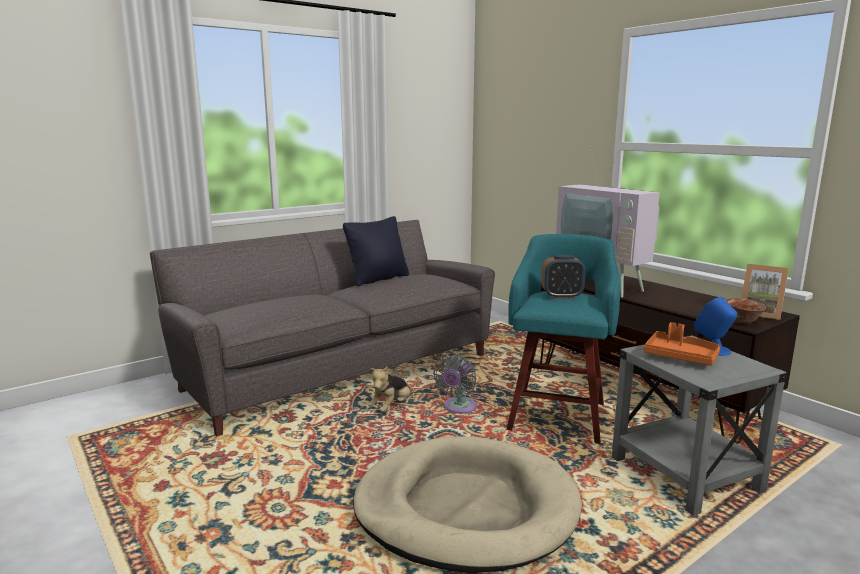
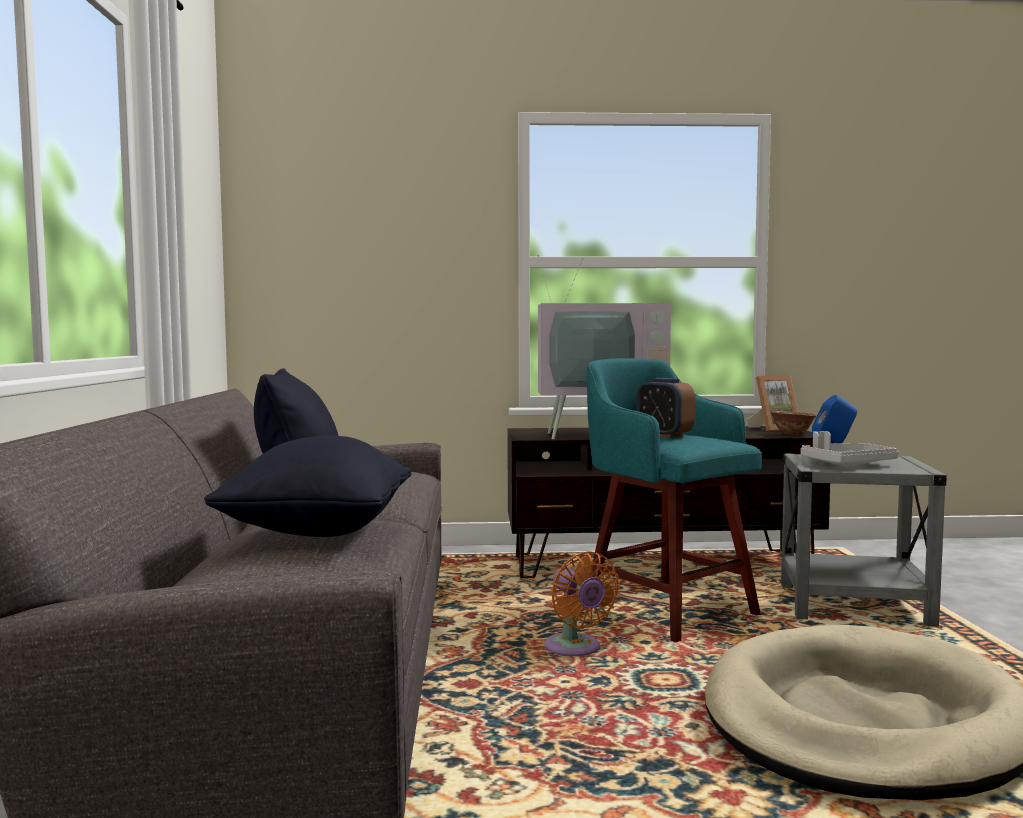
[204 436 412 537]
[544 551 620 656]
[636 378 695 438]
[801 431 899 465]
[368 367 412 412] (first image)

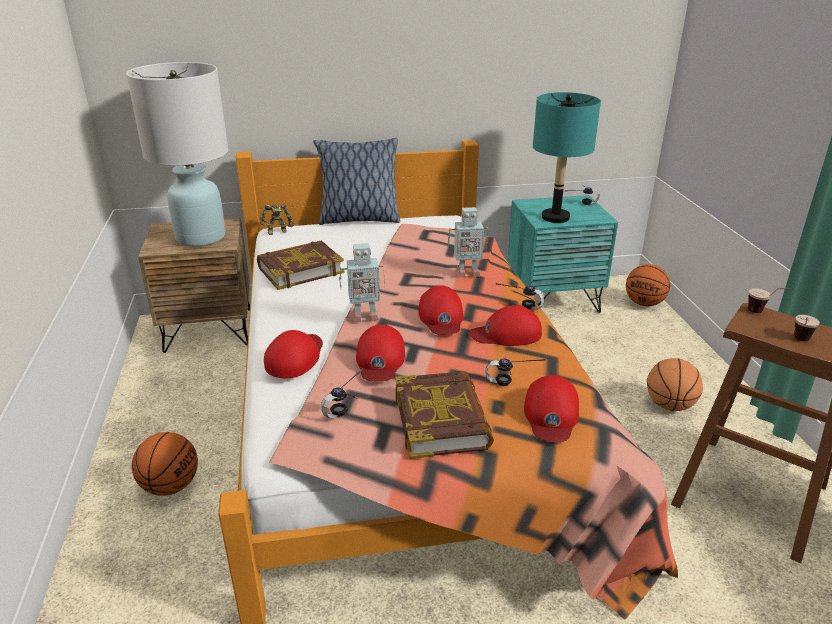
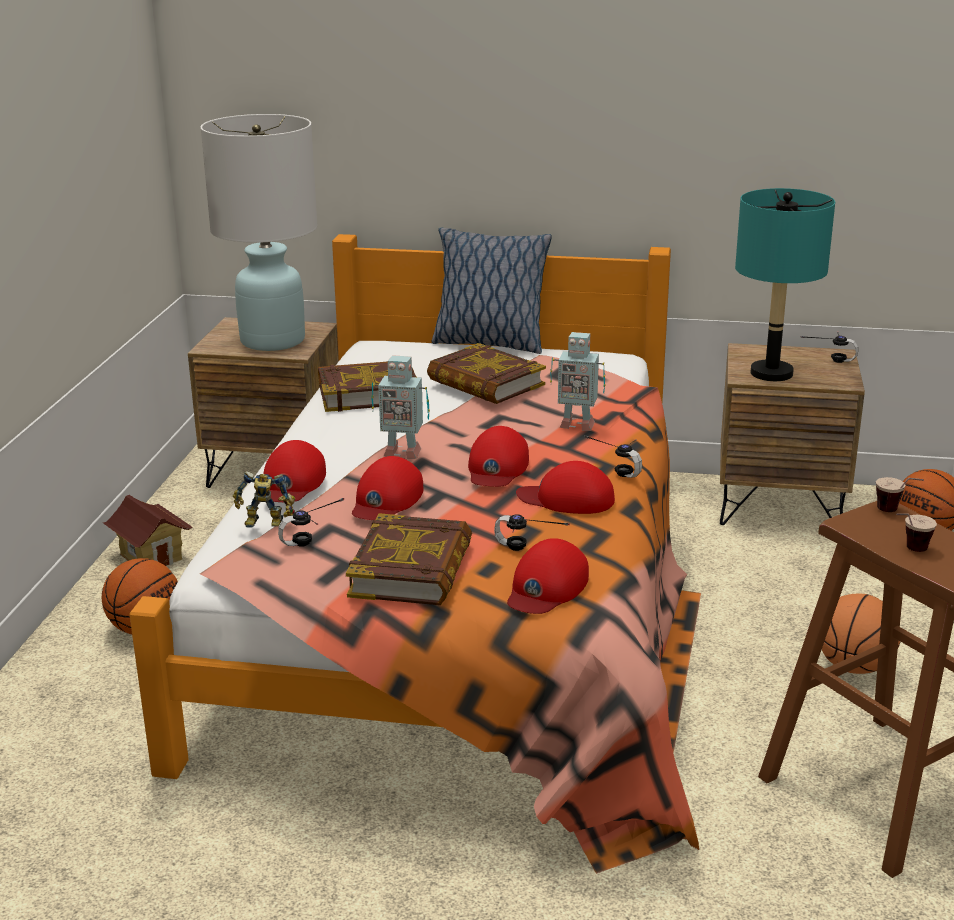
[103 495 193 566]
[233 471 295 528]
[263 440 326 502]
[427 343 546 404]
[720 343 865 525]

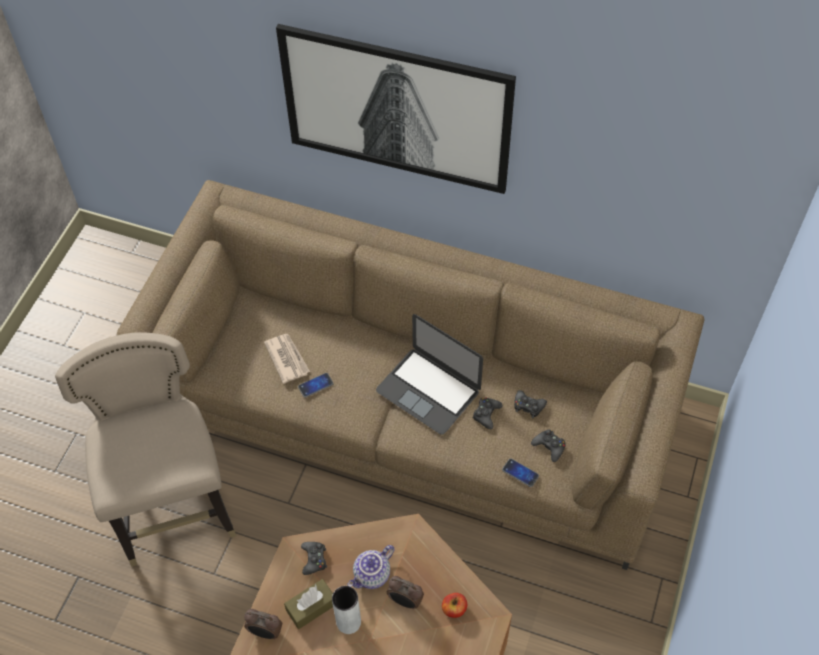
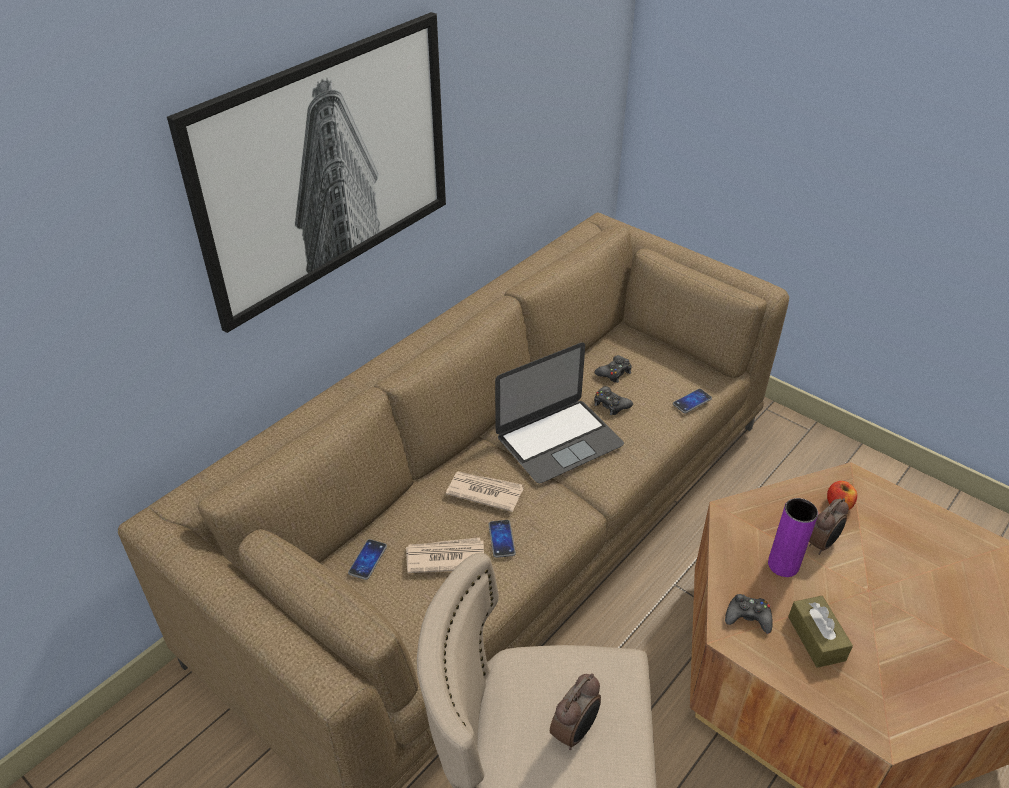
[348 539 387 580]
[446 471 524 512]
[550 673 601 750]
[768 498 818 577]
[332 586 361 634] (first image)
[531 429 566 462] (first image)

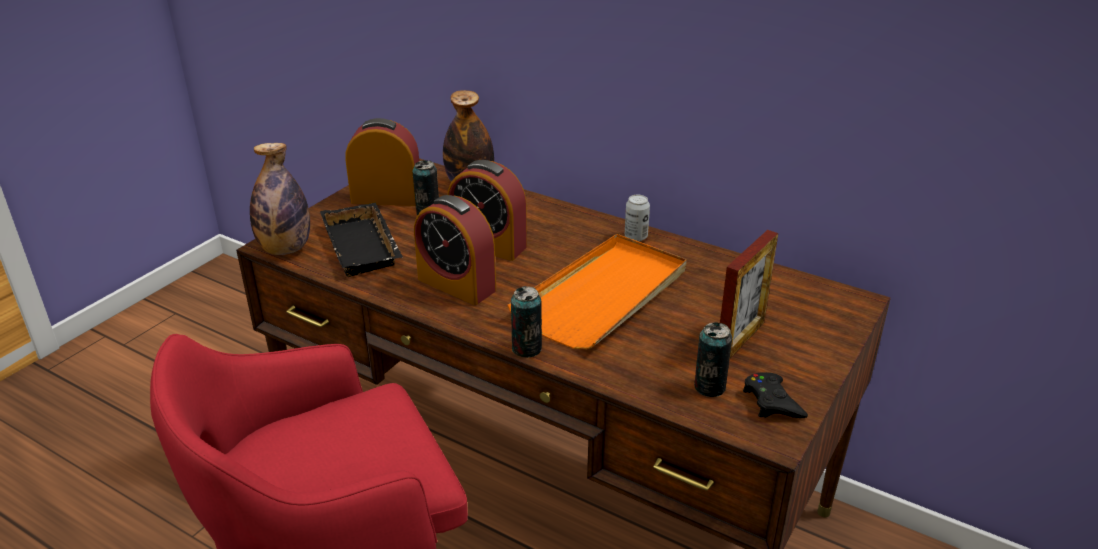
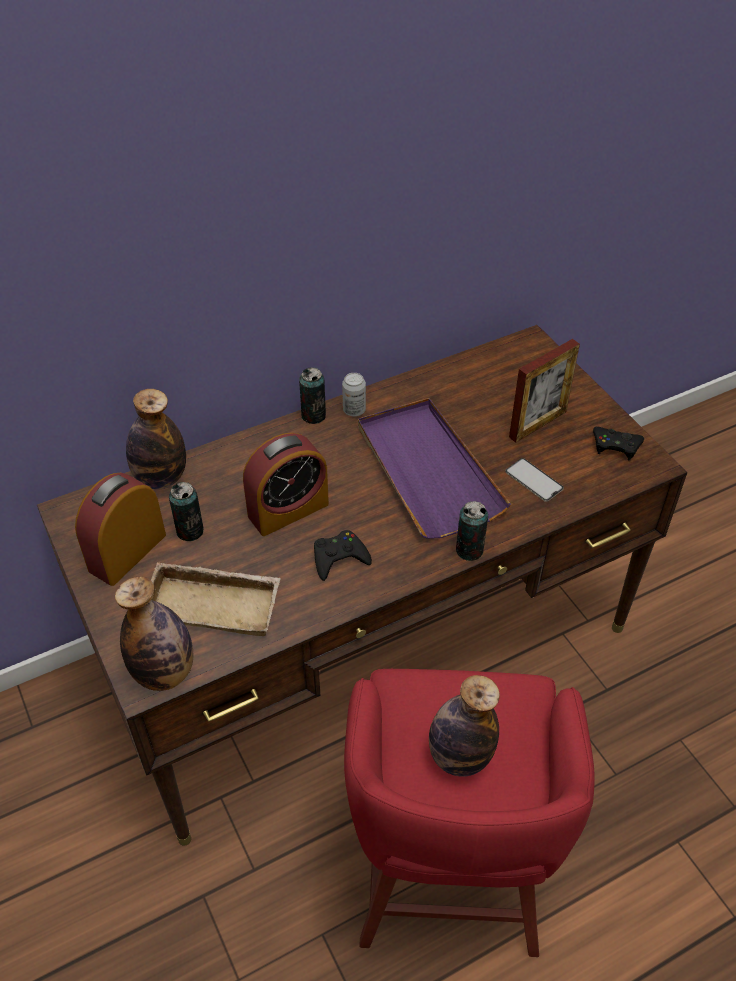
[151 562 281 636]
[299 367 326 424]
[314 530 372 581]
[358 398 511 539]
[429 675 500 777]
[505 458 564 502]
[509 339 580 443]

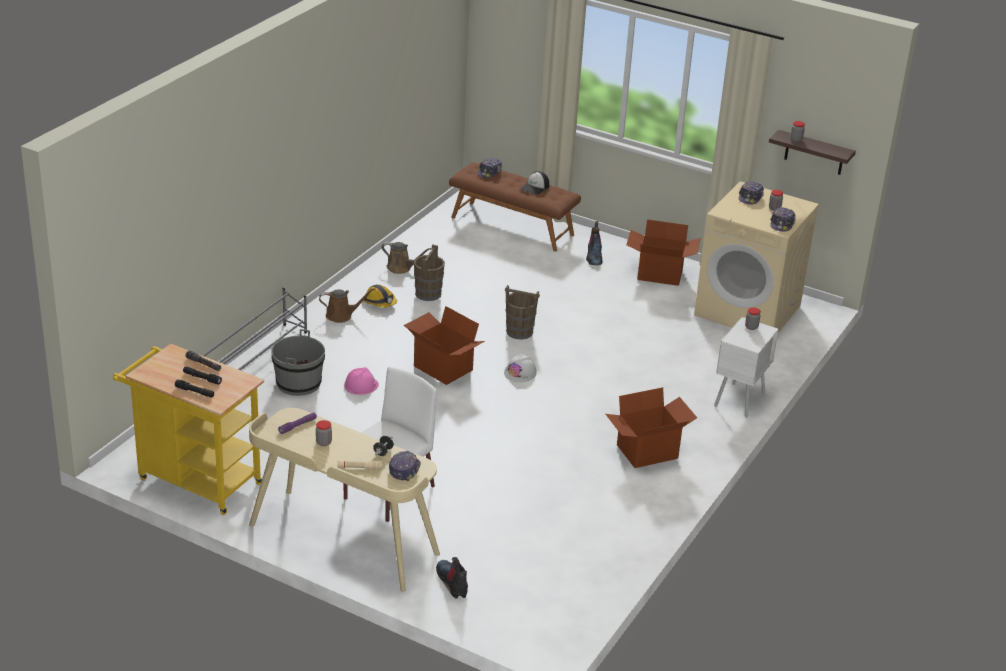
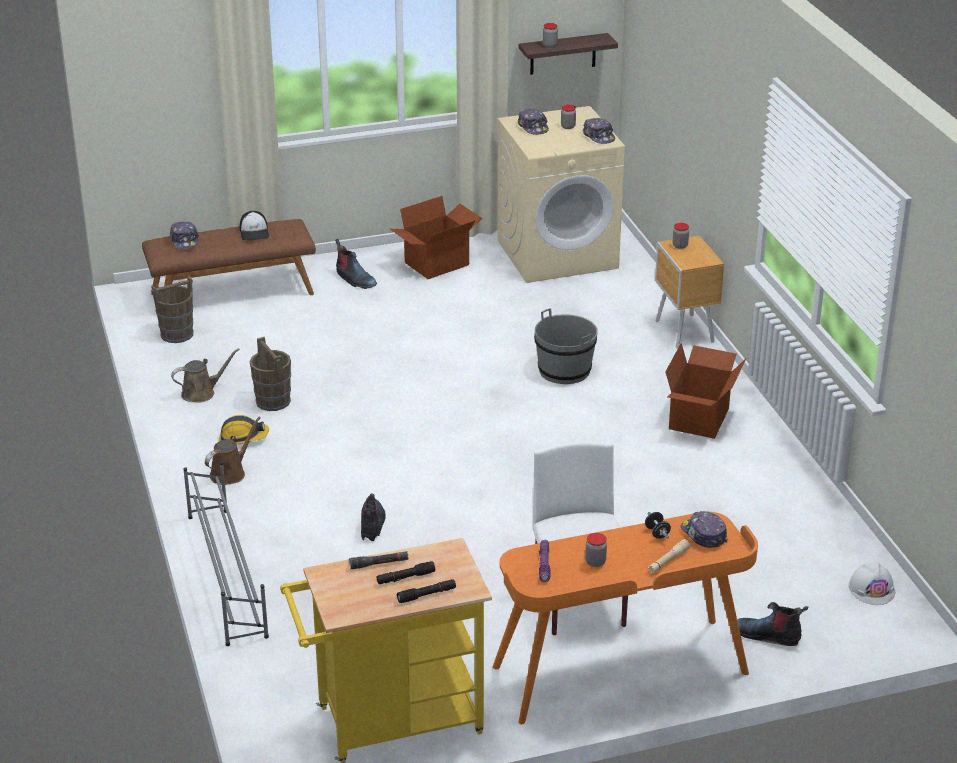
[151 276 193 343]
[361 493 386 541]
[493 512 758 724]
[534 308 598 384]
[655 236 724 349]
[849 562 895 605]
[404 306 485 385] (first image)

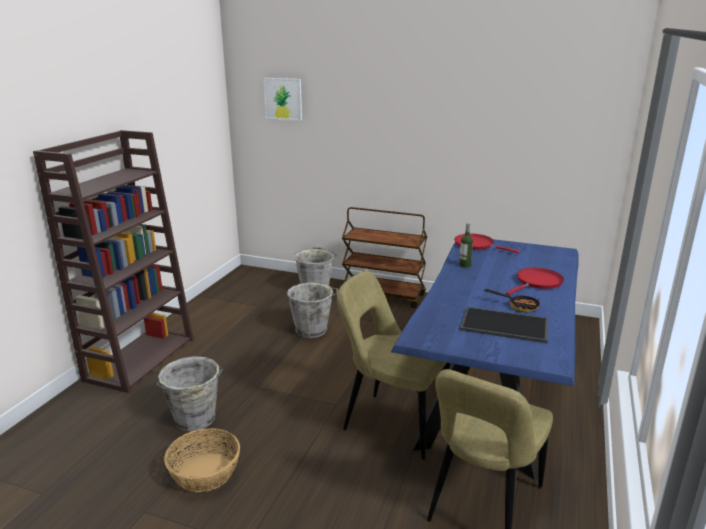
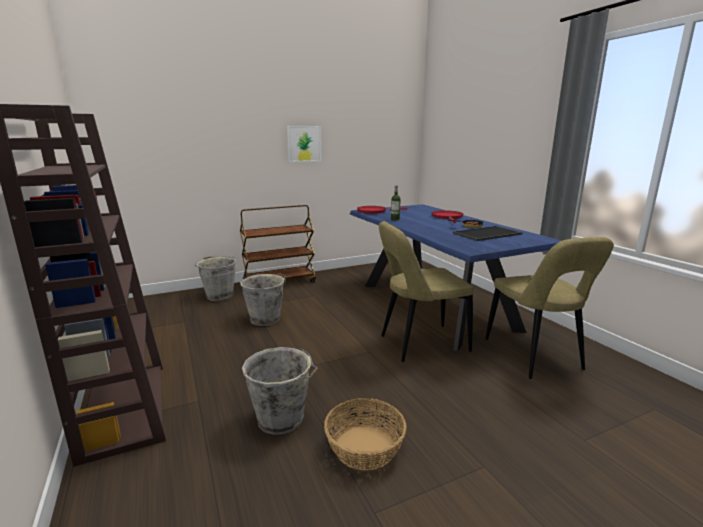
[287 126 321 162]

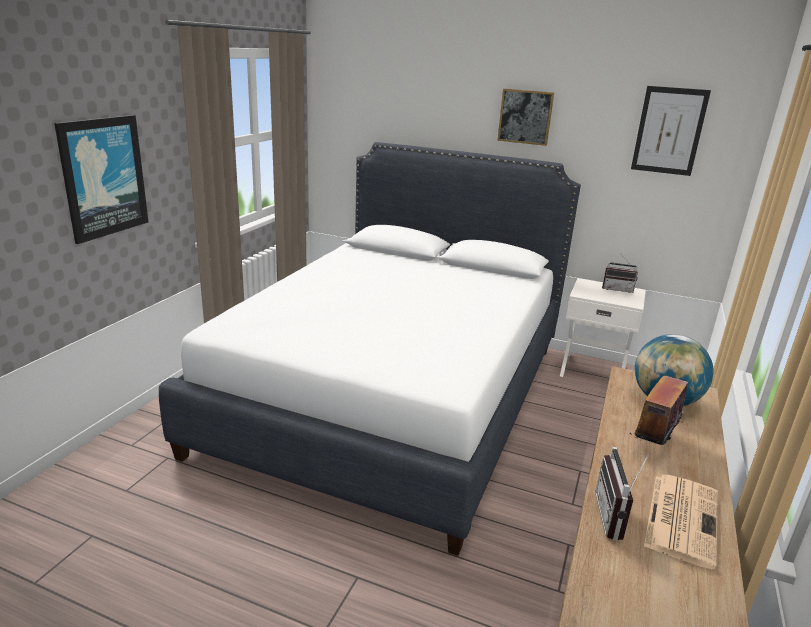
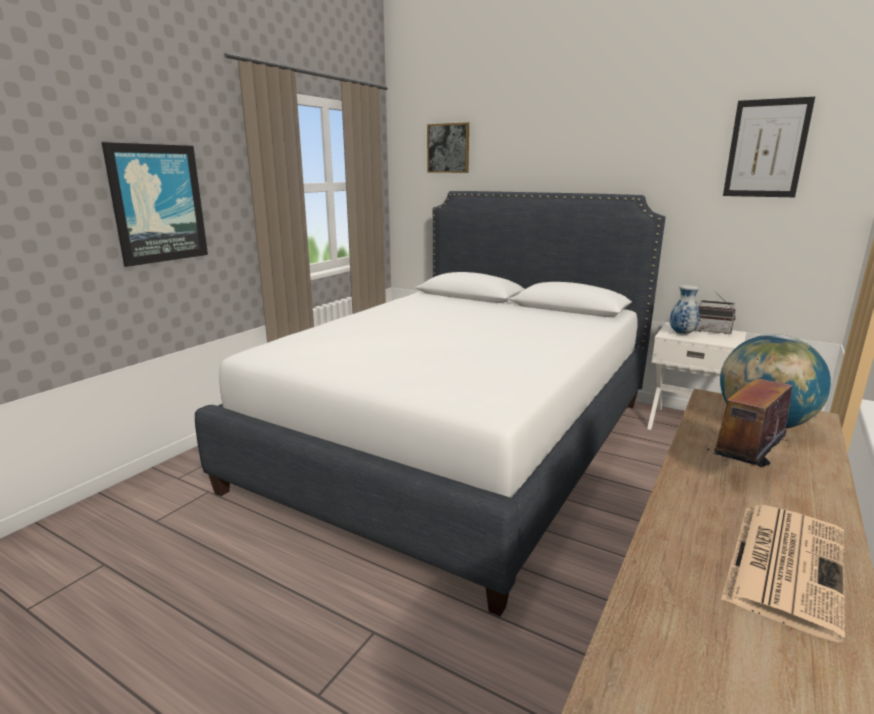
[427 122 469 173]
[670 285 700 335]
[595 447 651 541] (first image)

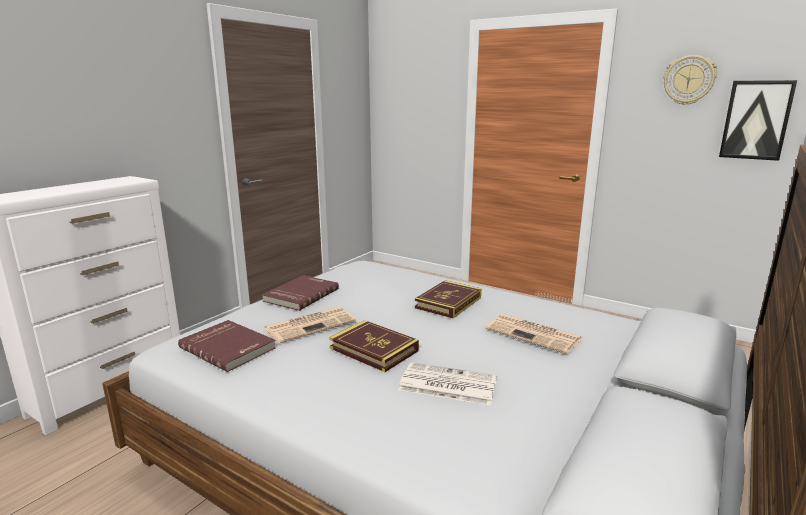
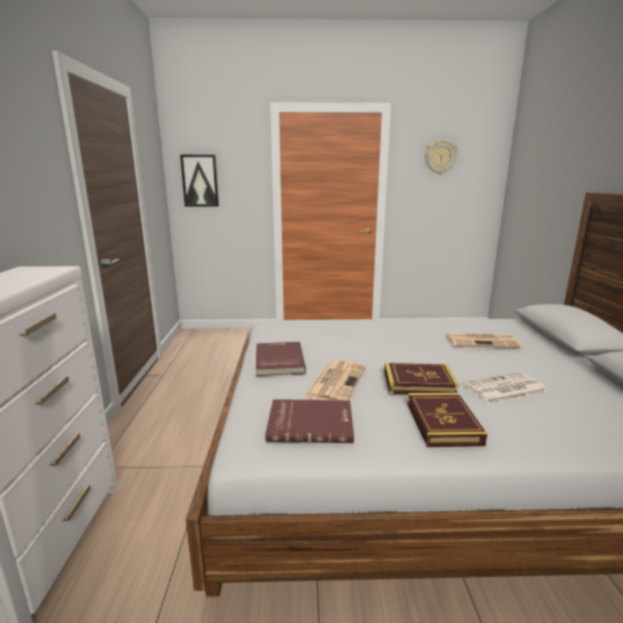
[180 155 219 206]
[407 392 487 447]

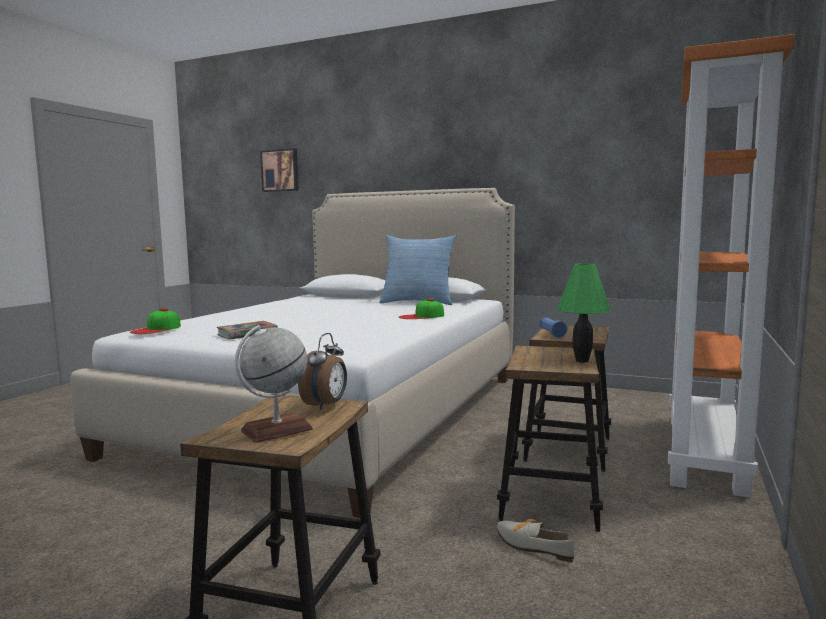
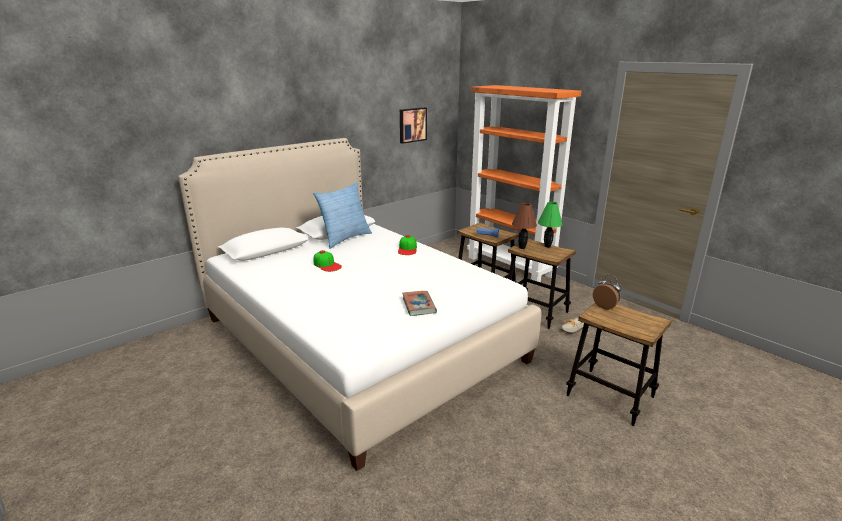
[313 250 342 272]
[400 107 427 144]
[512 203 537 249]
[235 325 313 443] (first image)

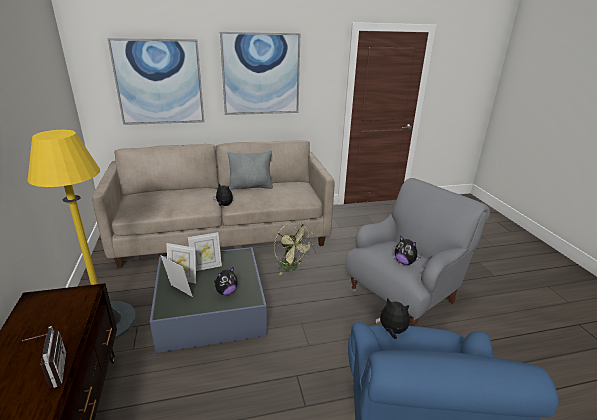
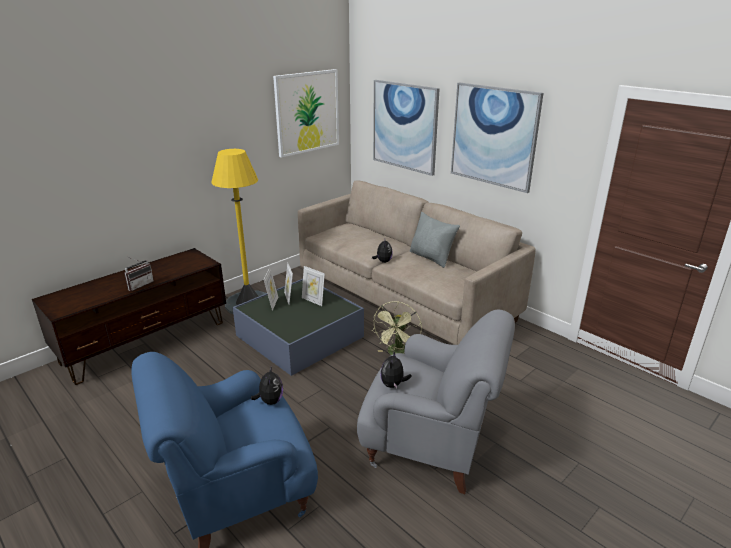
[273 69 339 158]
[214 268 238 295] (first image)

